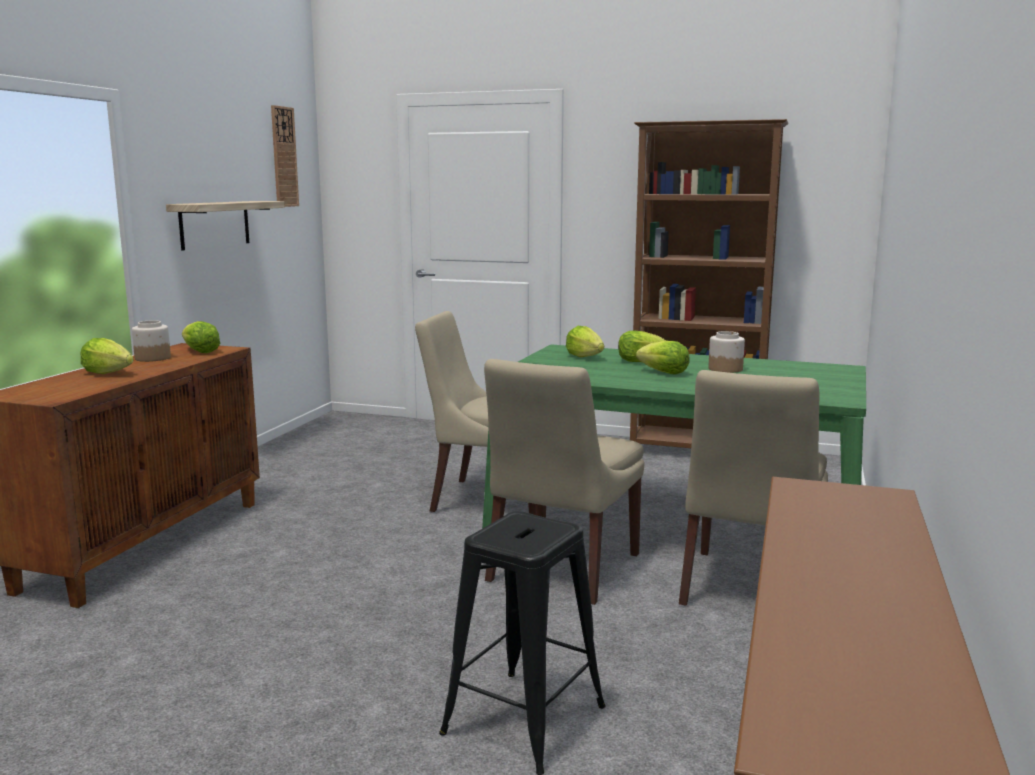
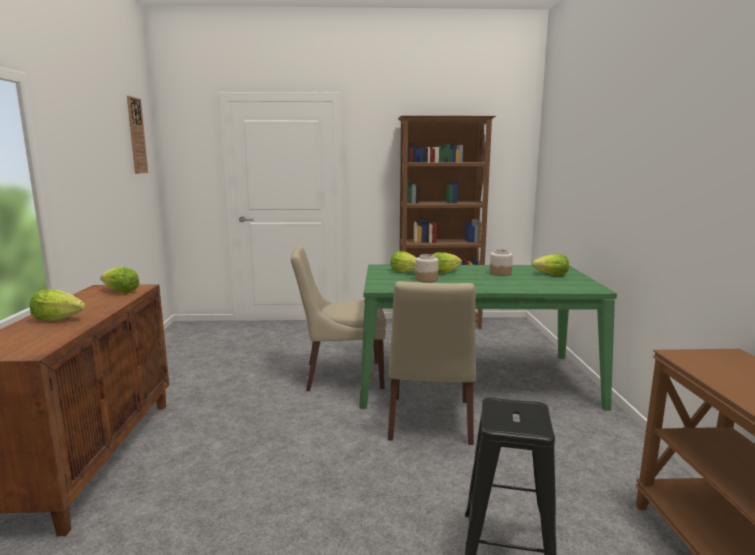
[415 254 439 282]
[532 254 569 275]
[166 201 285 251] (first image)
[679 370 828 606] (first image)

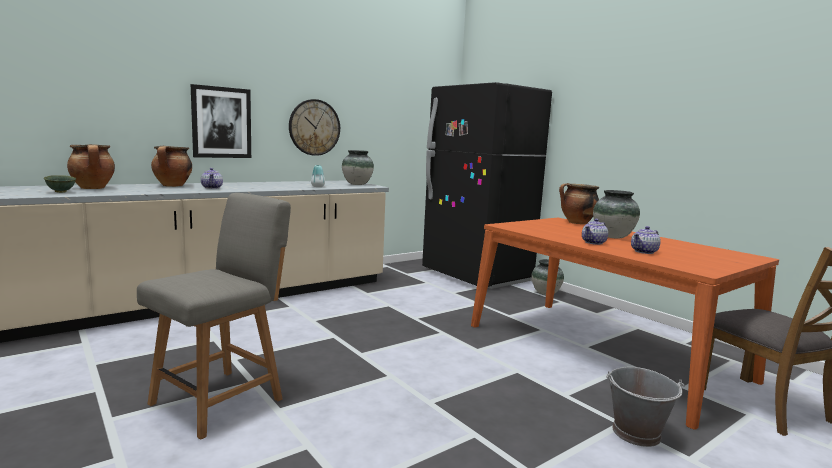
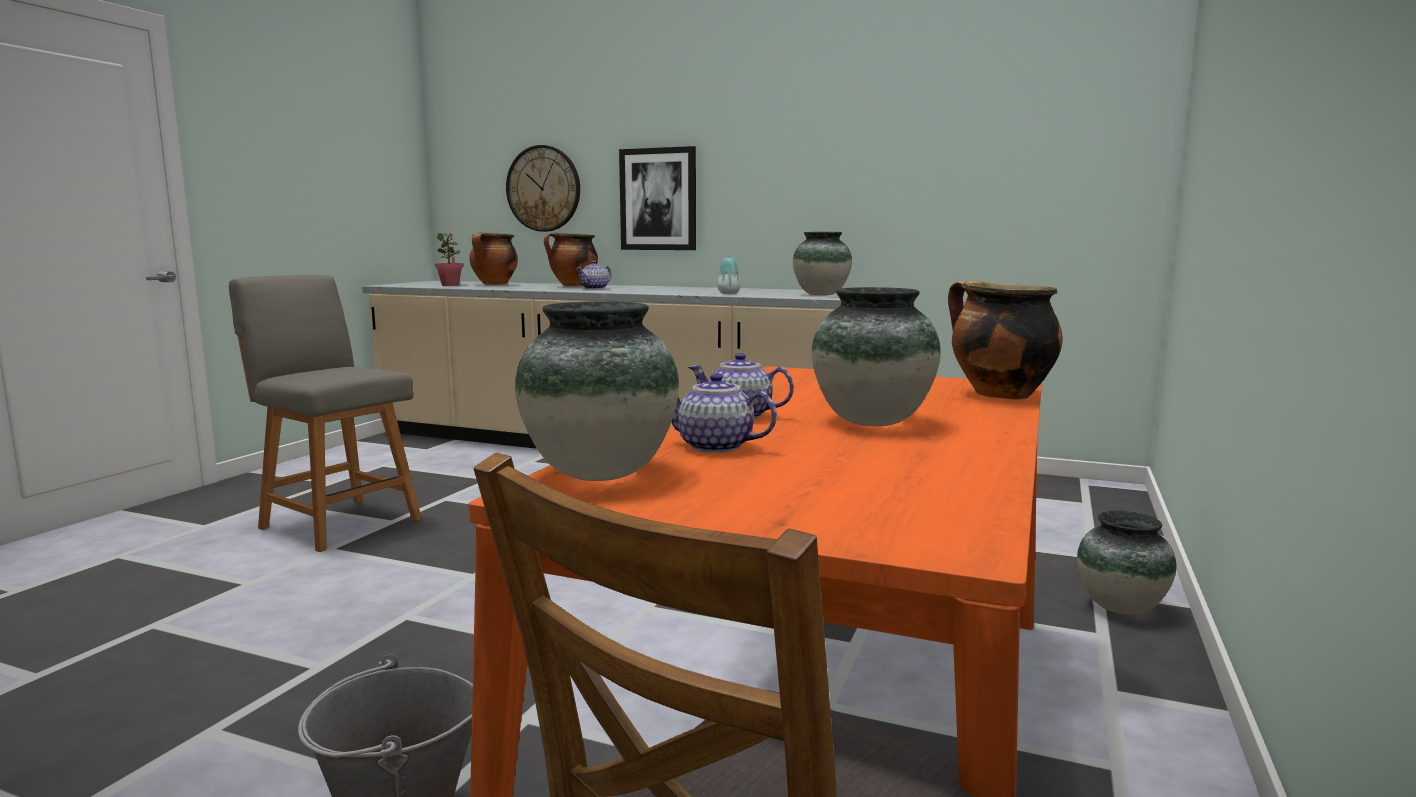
[229 274 422 552]
[435 232 464 286]
[506 145 580 232]
[515 301 679 481]
[422 82 552 289] (first image)

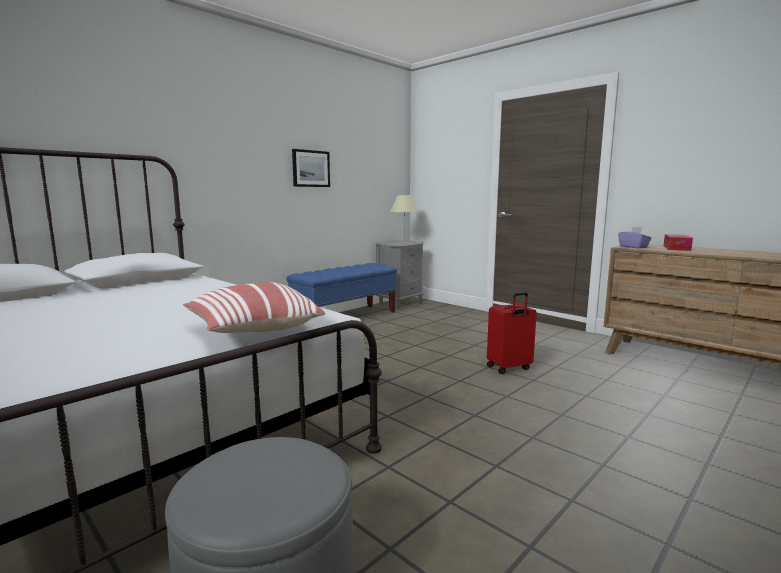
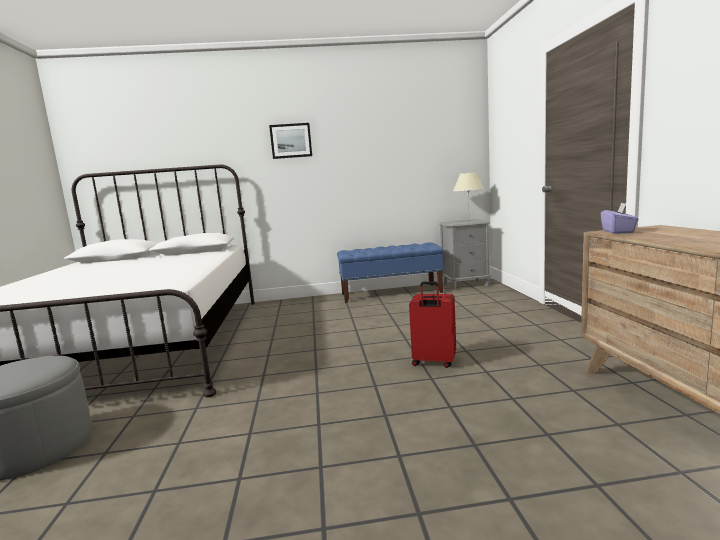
[269 123 312 159]
[183 282 325 333] (first image)
[664 234 693 251] (first image)

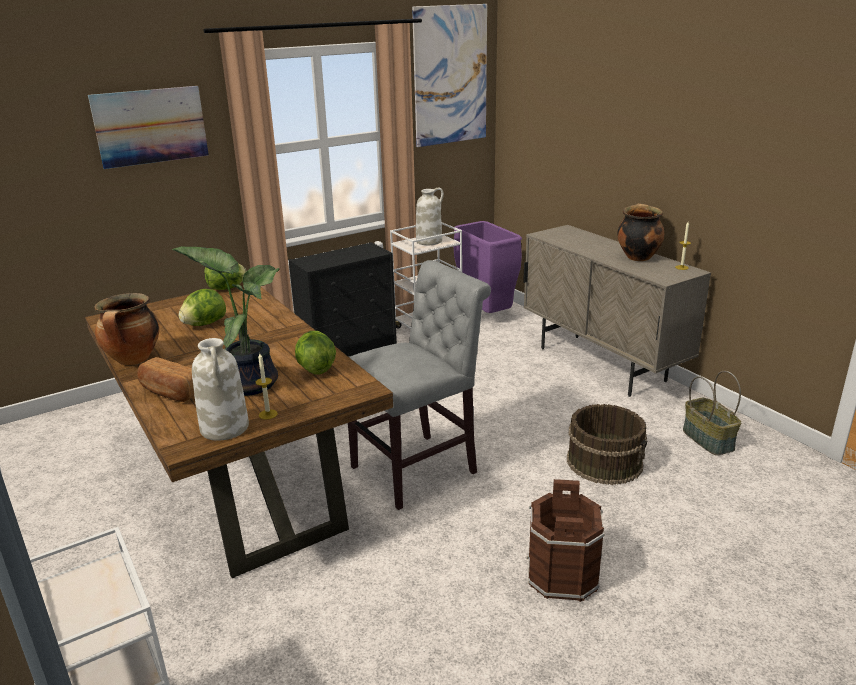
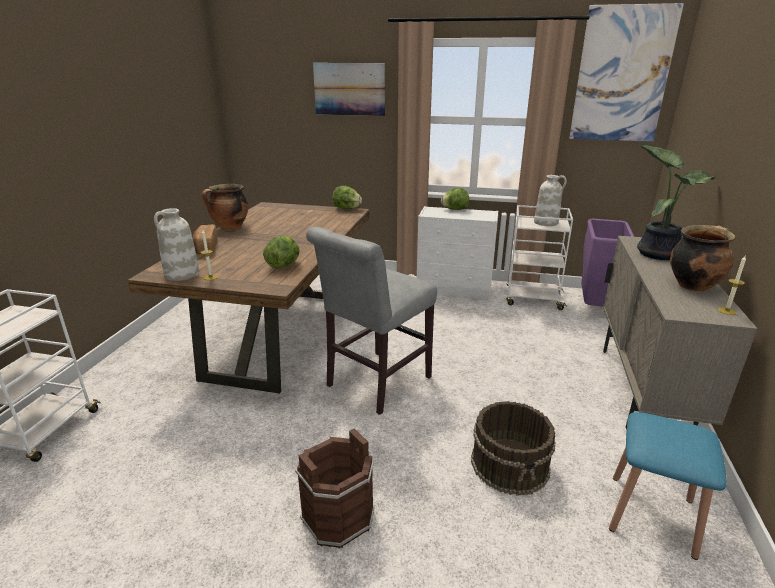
[306 227 437 415]
[417 206 498 302]
[441 188 469 210]
[609 412 727 560]
[637 145 715 260]

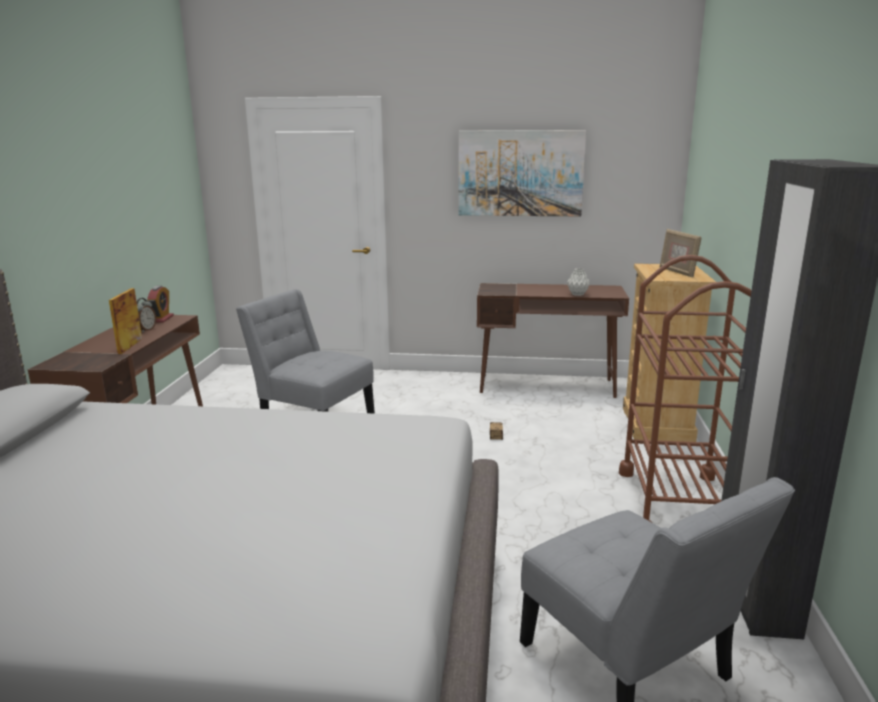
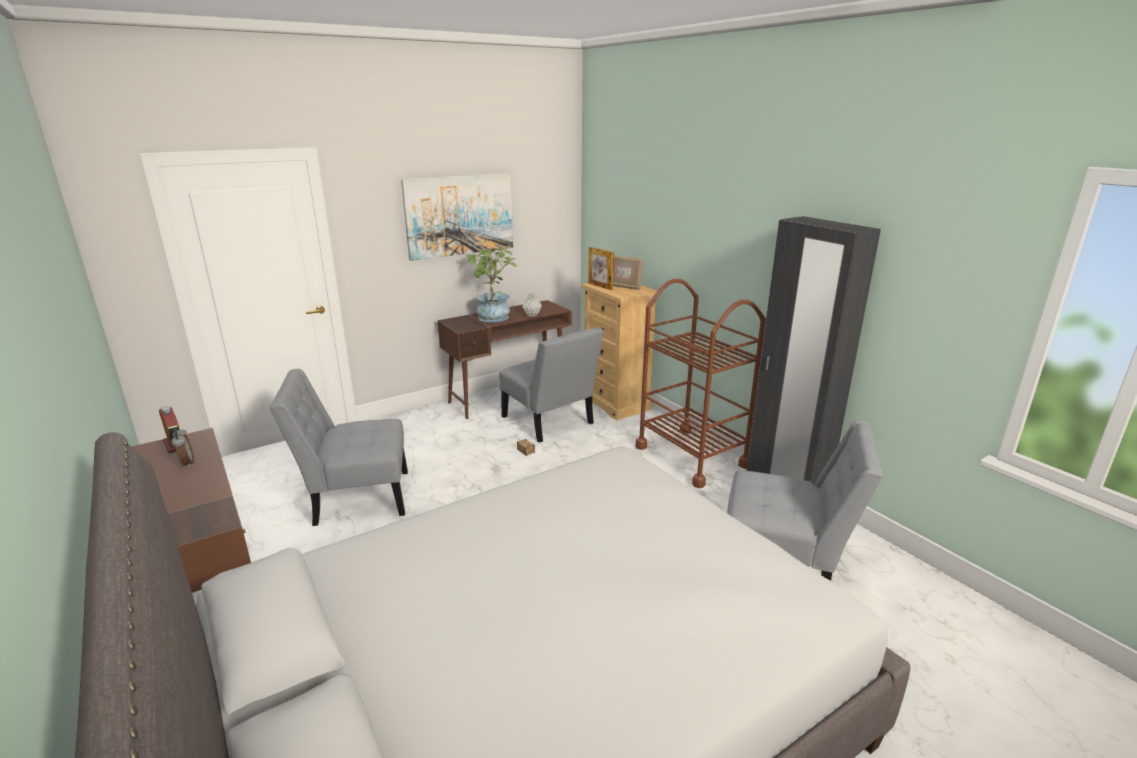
[466 246 517 322]
[499 327 604 443]
[588 247 614 290]

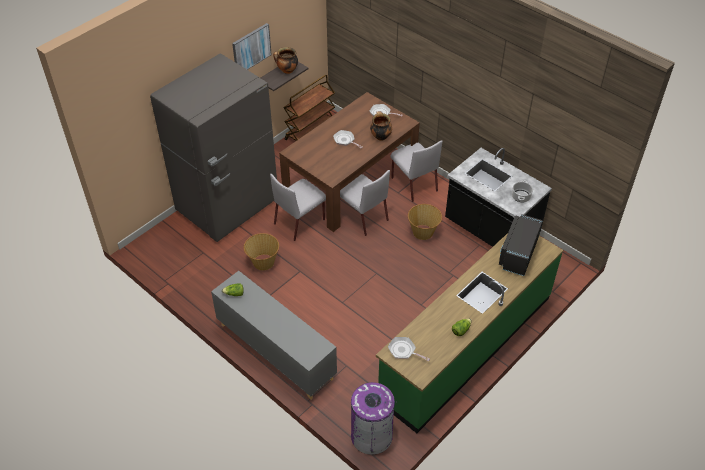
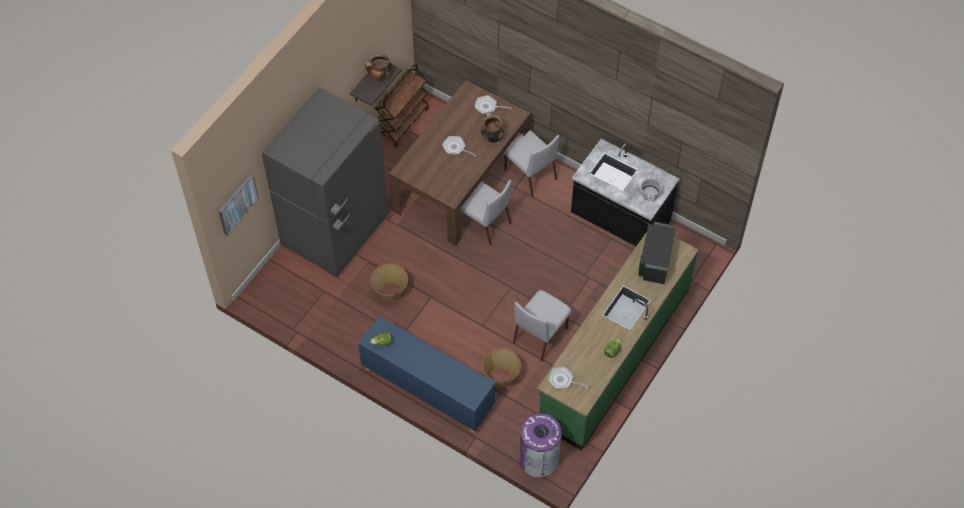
[219 175 259 235]
[358 316 495 433]
[482 348 521 388]
[513 290 572 361]

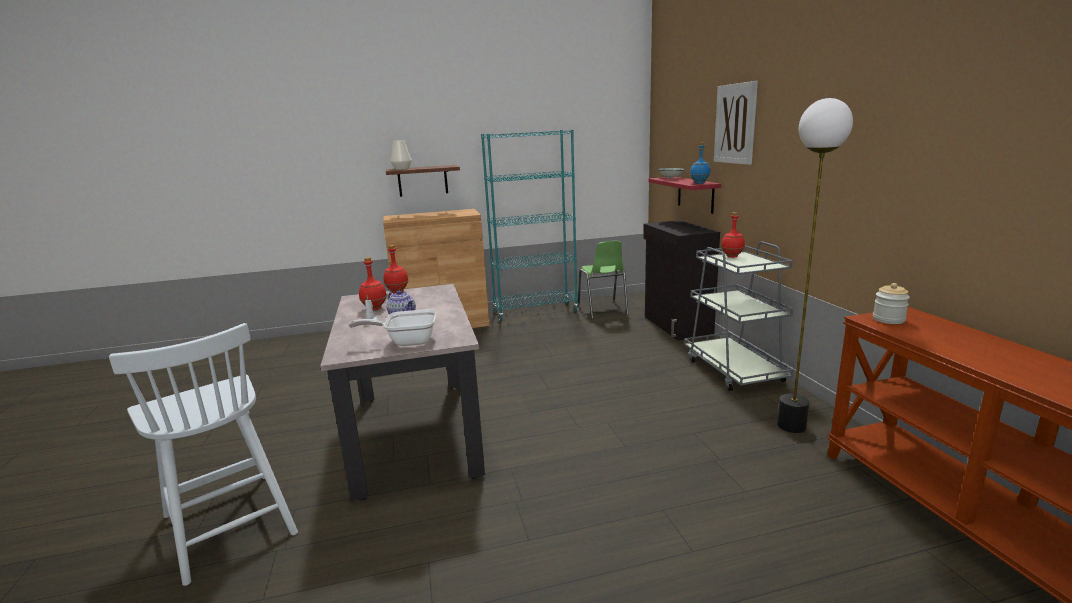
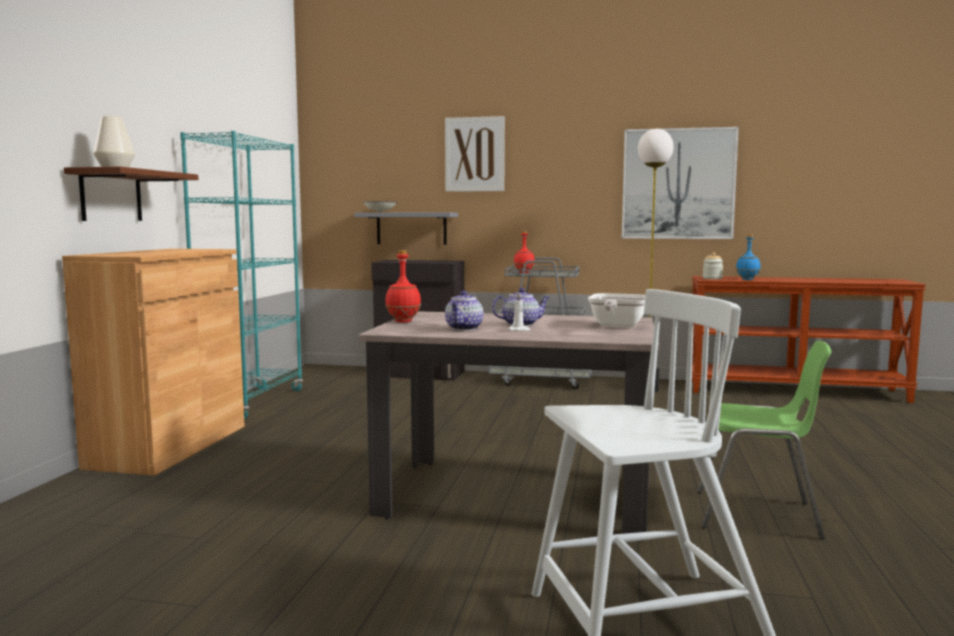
[354 213 458 245]
[445 291 483 330]
[622 127 739 239]
[697 341 832 539]
[736 234 760 280]

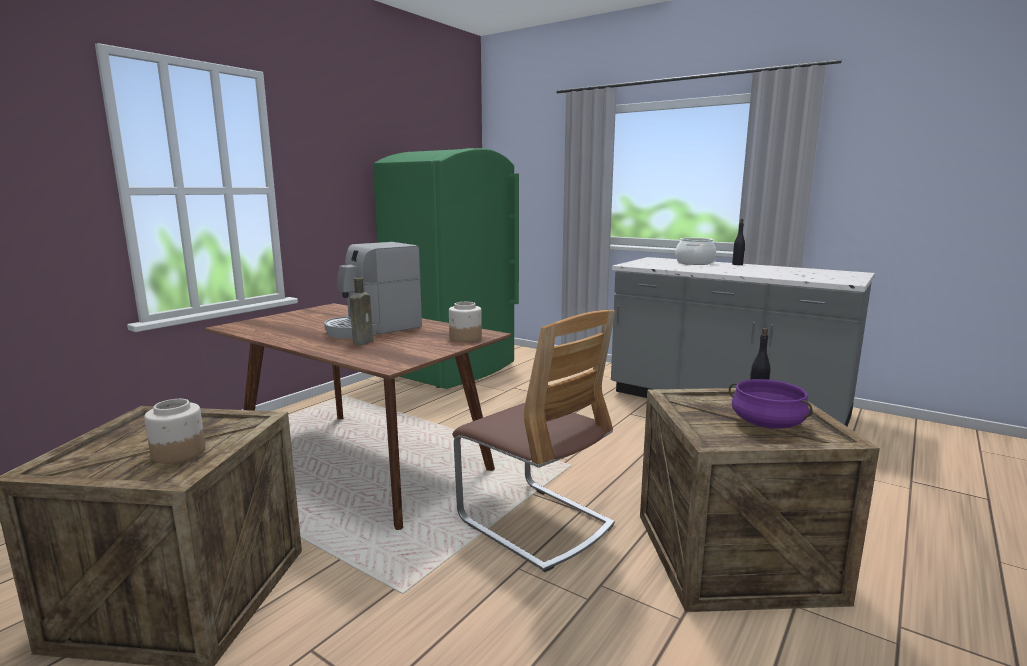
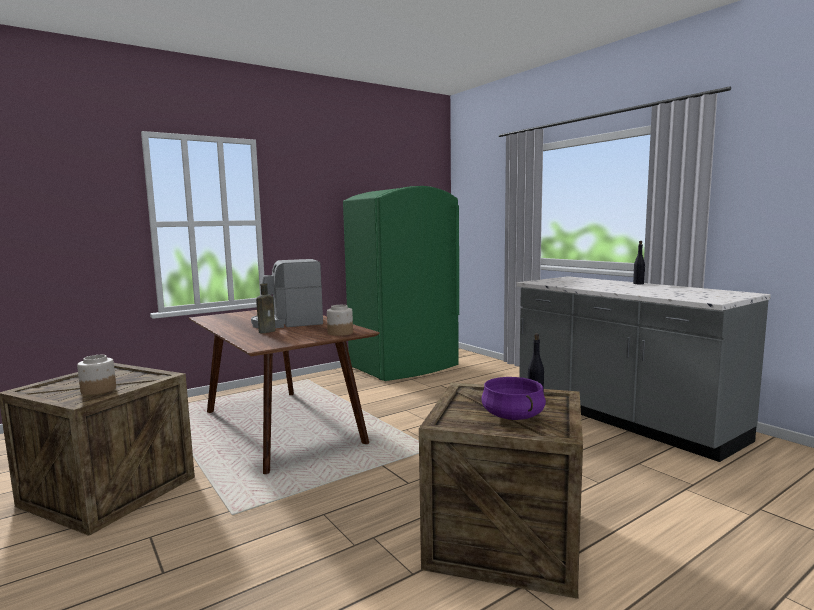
[452 310 615 572] (first image)
[675 238 716 265] (first image)

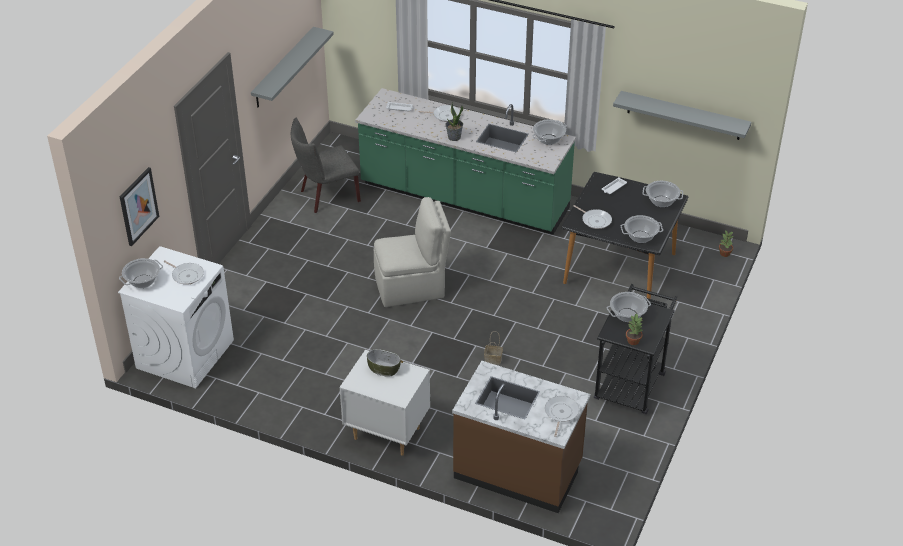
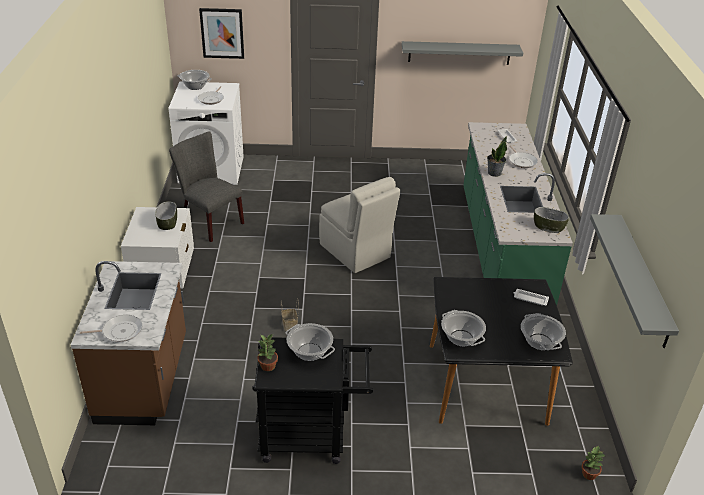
[169 131 244 242]
[534 207 569 233]
[573 205 612 229] (first image)

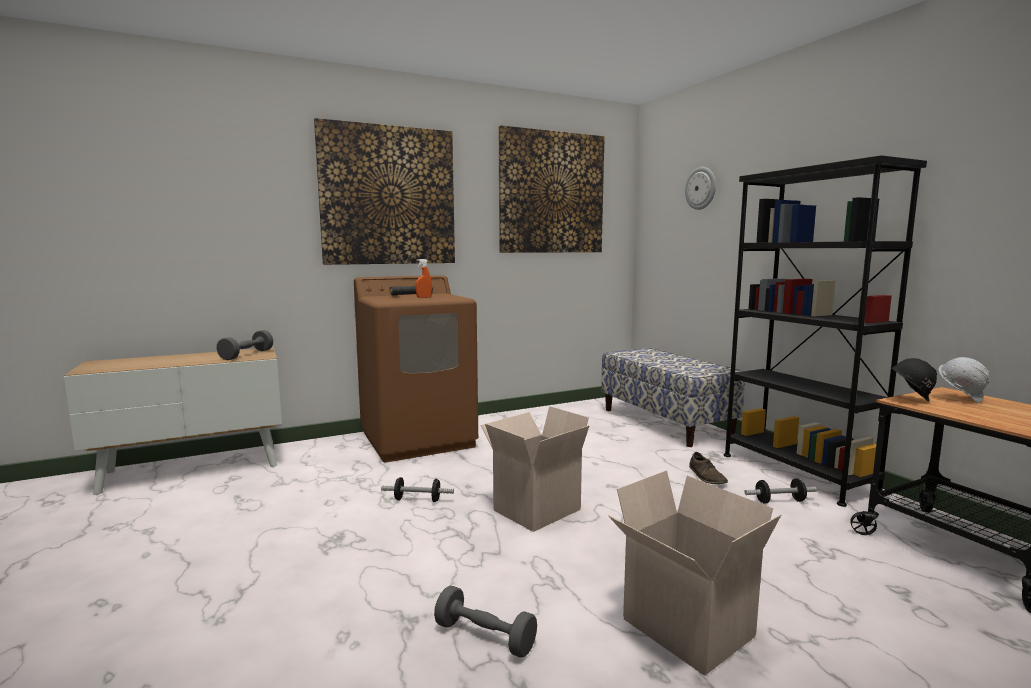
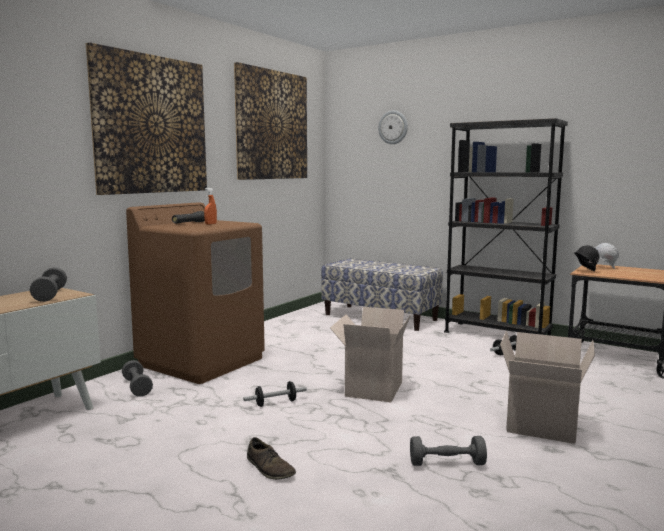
[122 360 153 397]
[247 437 296 480]

